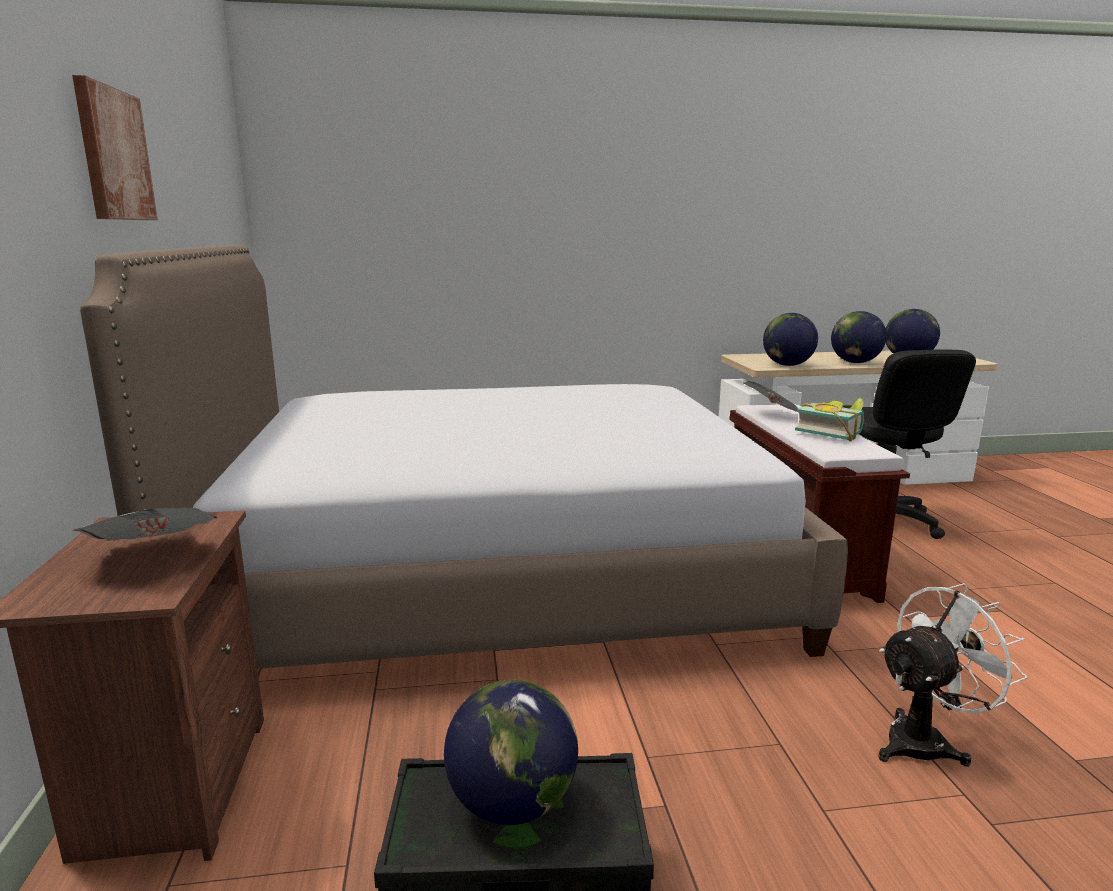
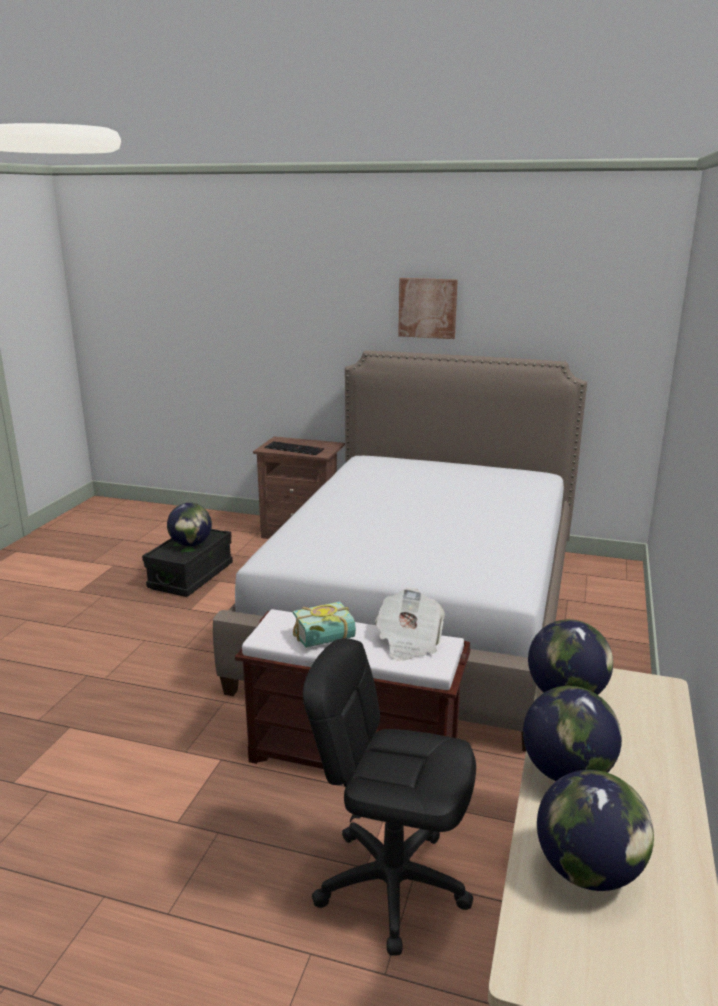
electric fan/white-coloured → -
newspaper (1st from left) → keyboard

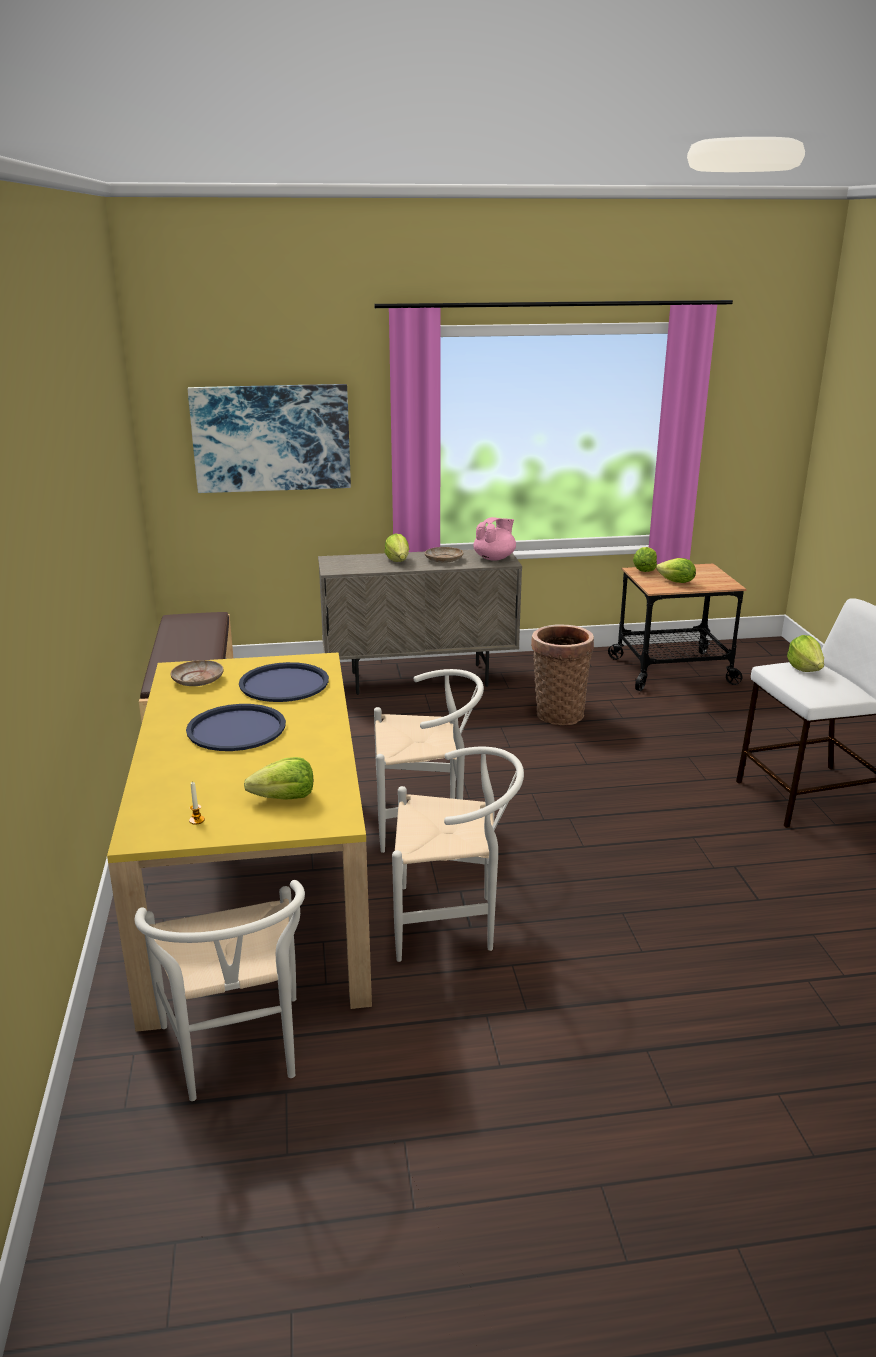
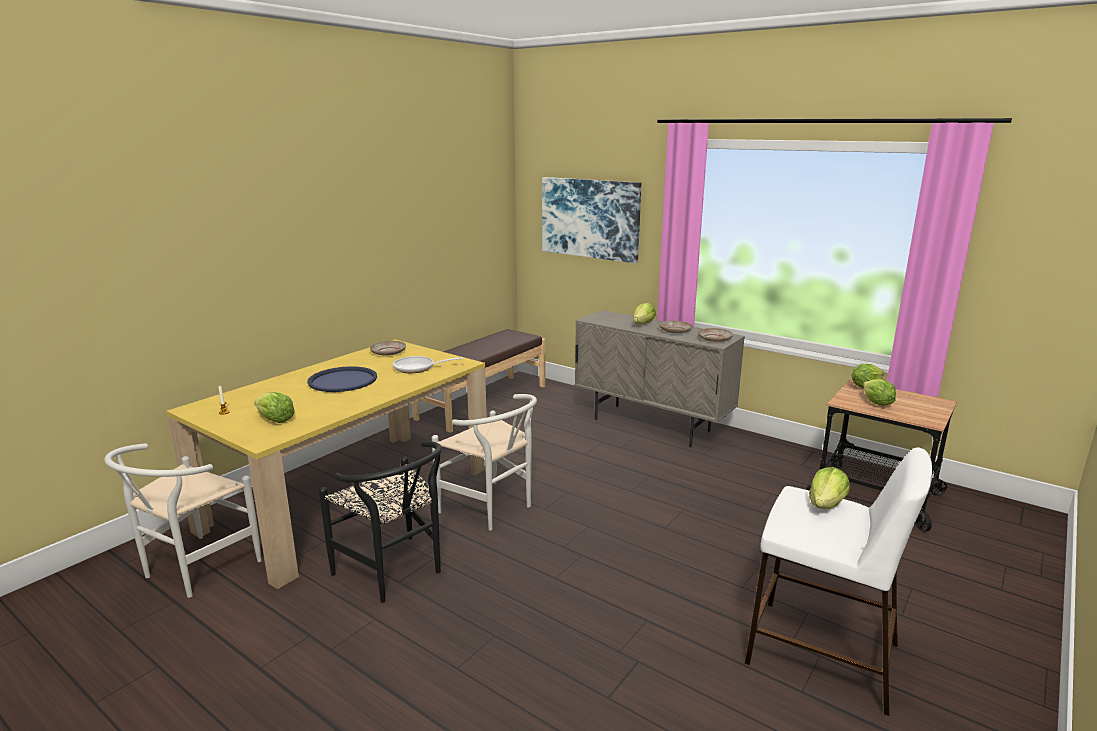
basket → -
carrying tray/blue-coloured (2nd from left) → pan
tea pot/pinkish → flat dish/beige-coloured (3rd from left)
upright chair/white-coloured (3rd from left) → upright chair/black

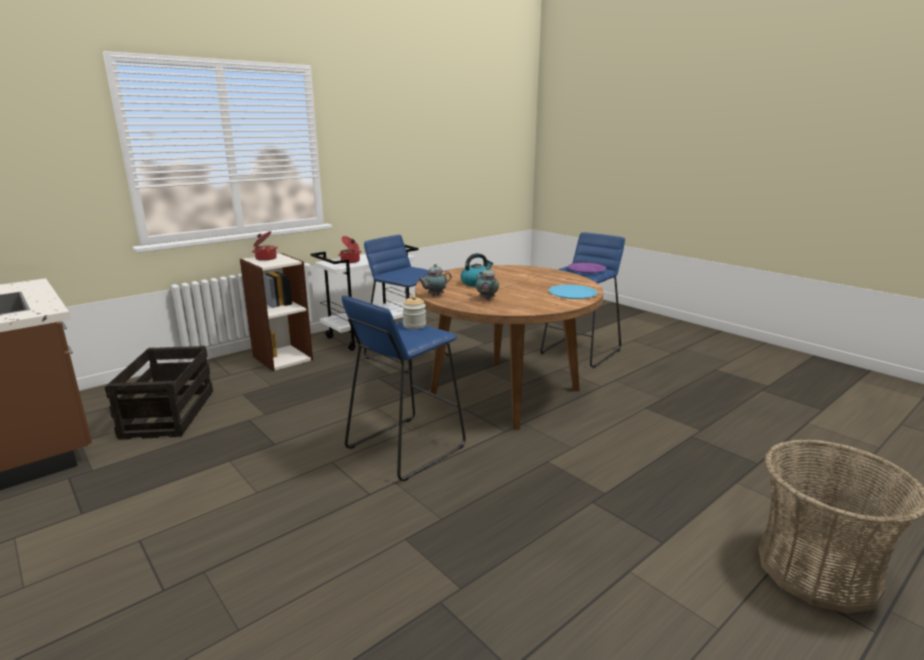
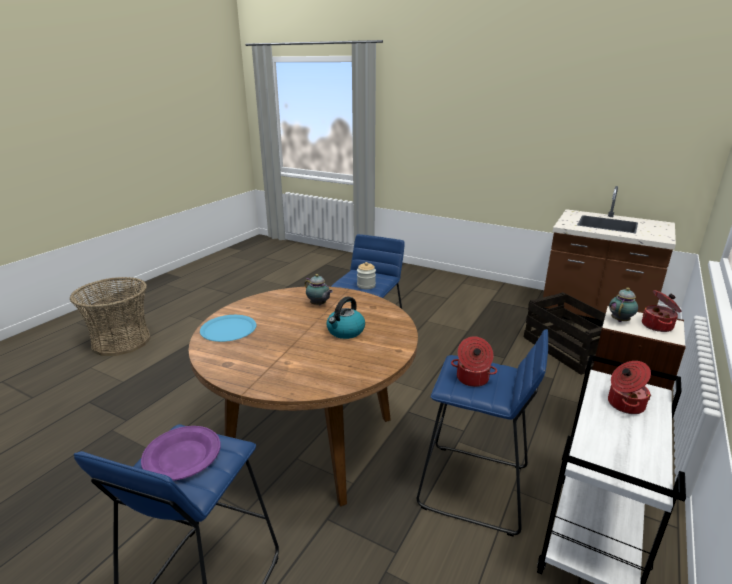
- → cooking pot (1st from left)
tea pot (1st from left in the first image) → tea pot (2nd from left), move

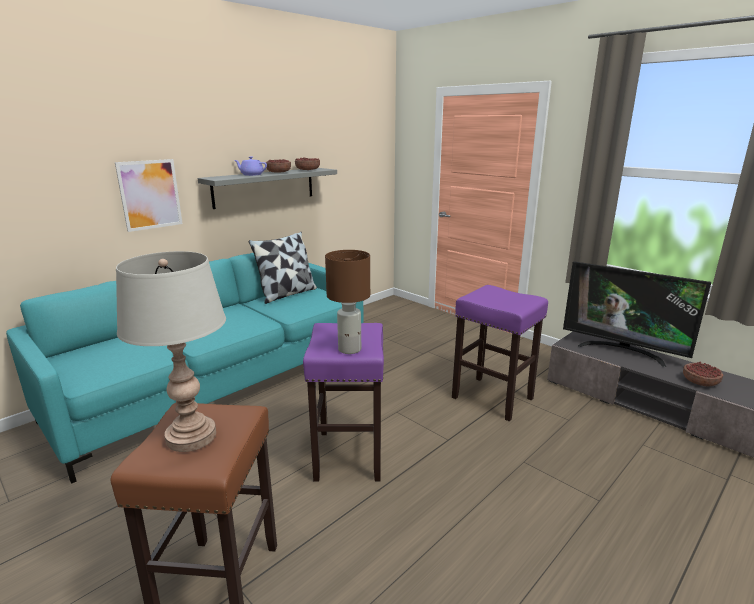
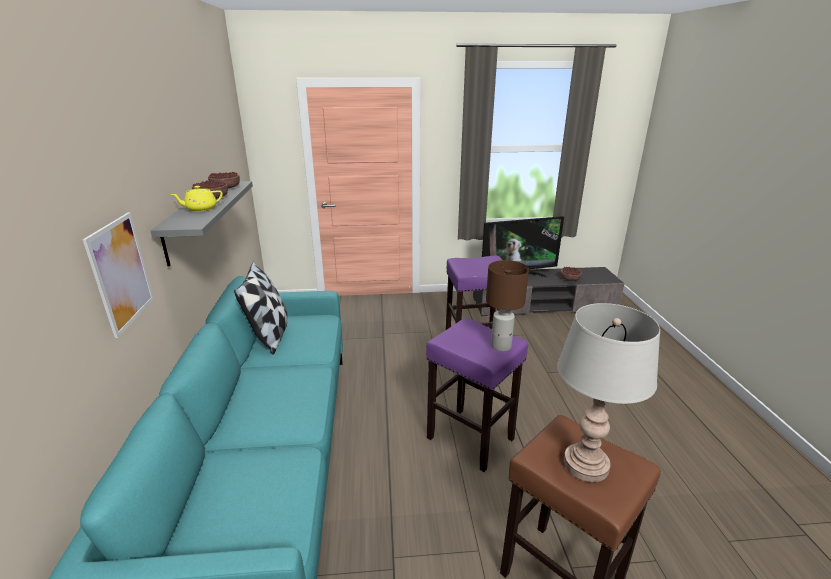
tea pot/purplish → tea pot/yellowish

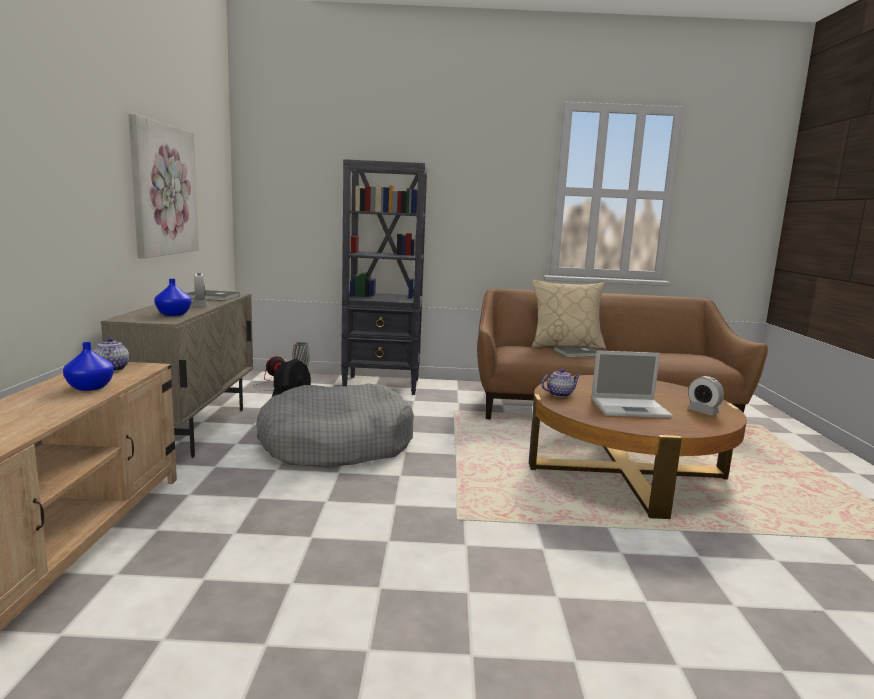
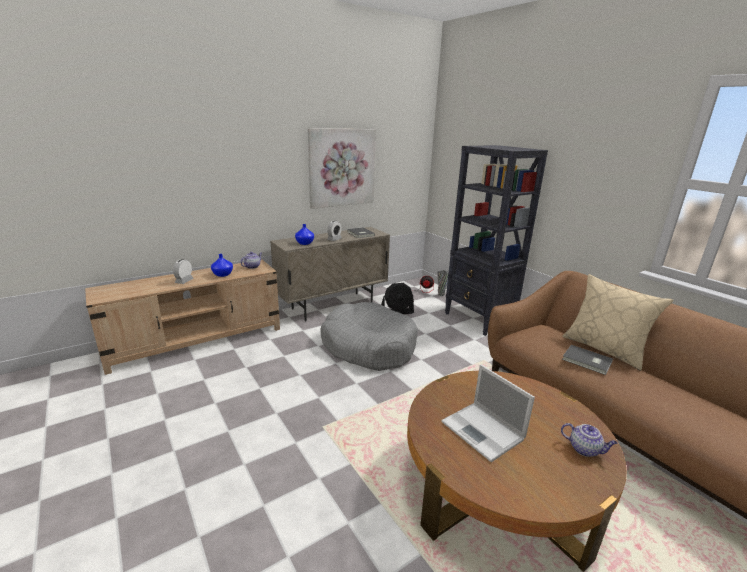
tea pot (2nd from left), move
alarm clock (2nd from left in the first image) → alarm clock (1st from left), move

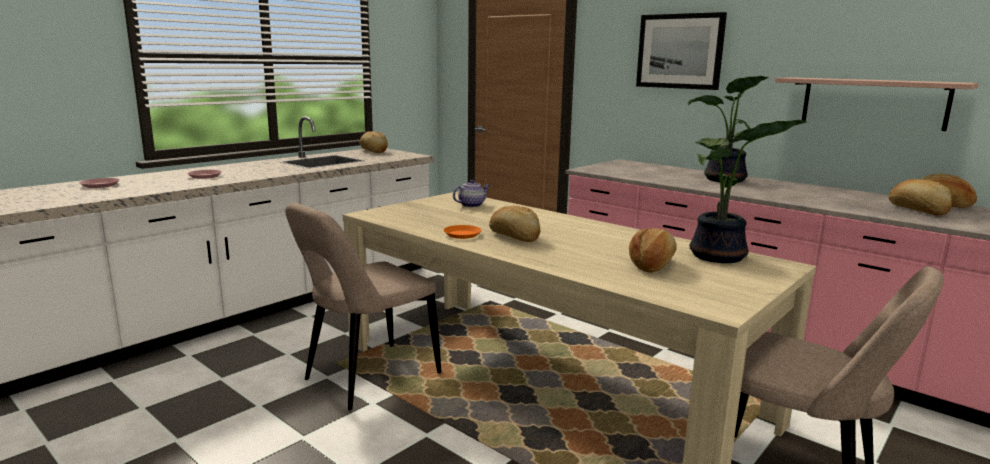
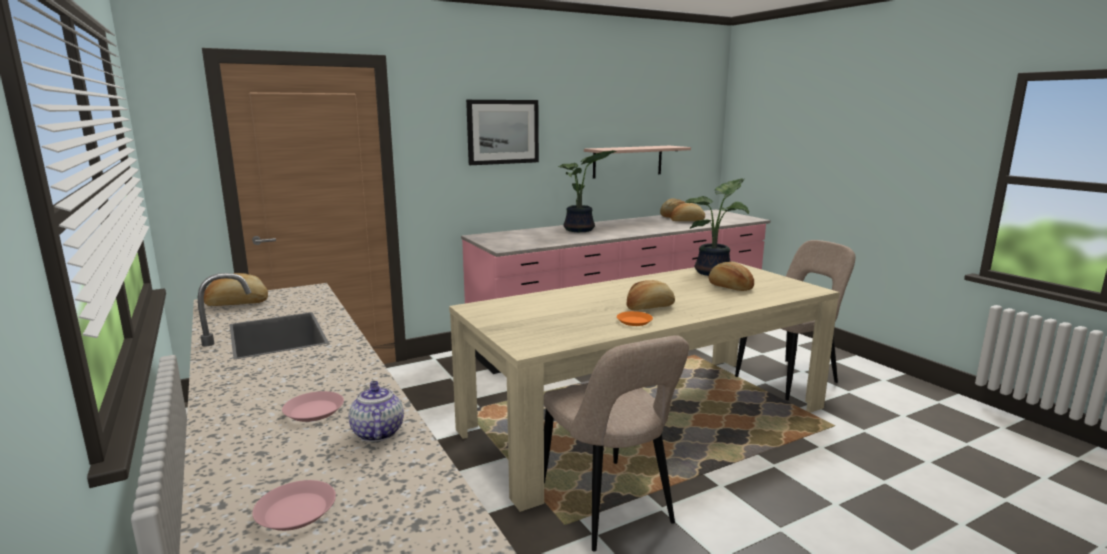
tea pot, move

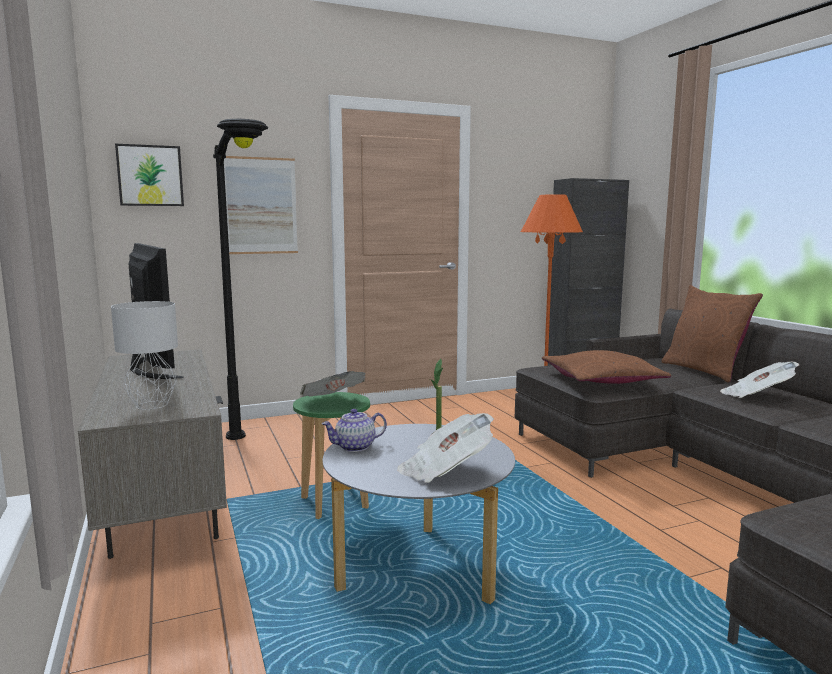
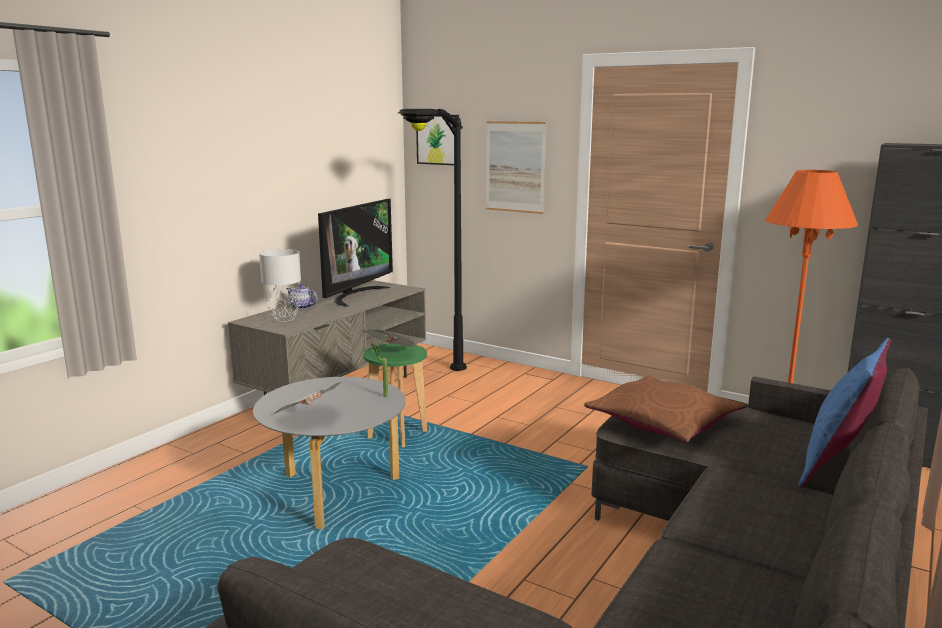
newspaper (3rd from left) → -
tea pot, move
cushion/brown (2nd from left) → cushion/blue-coloured

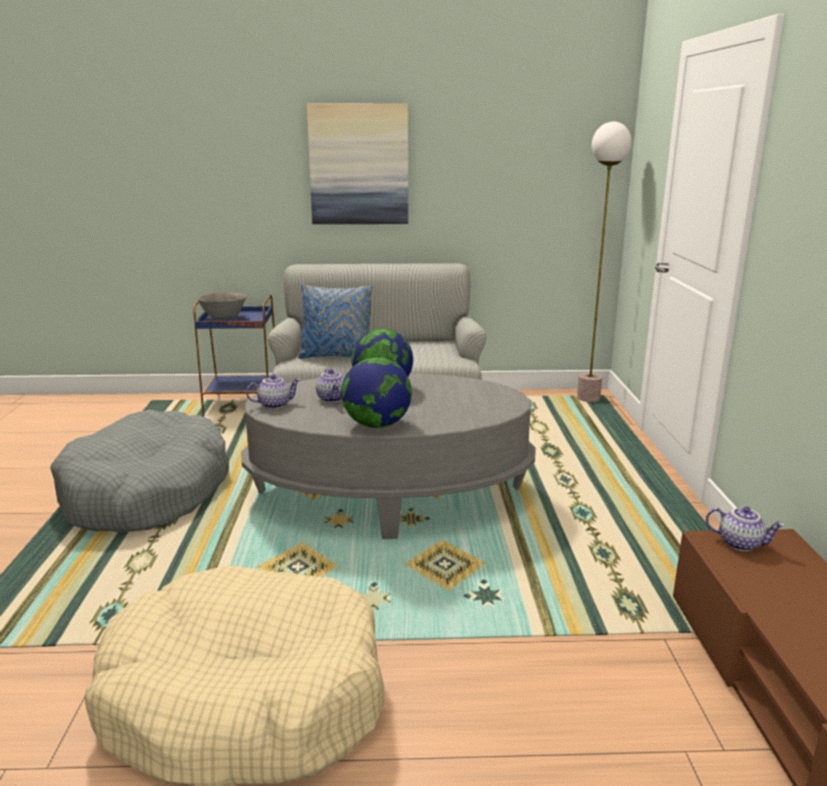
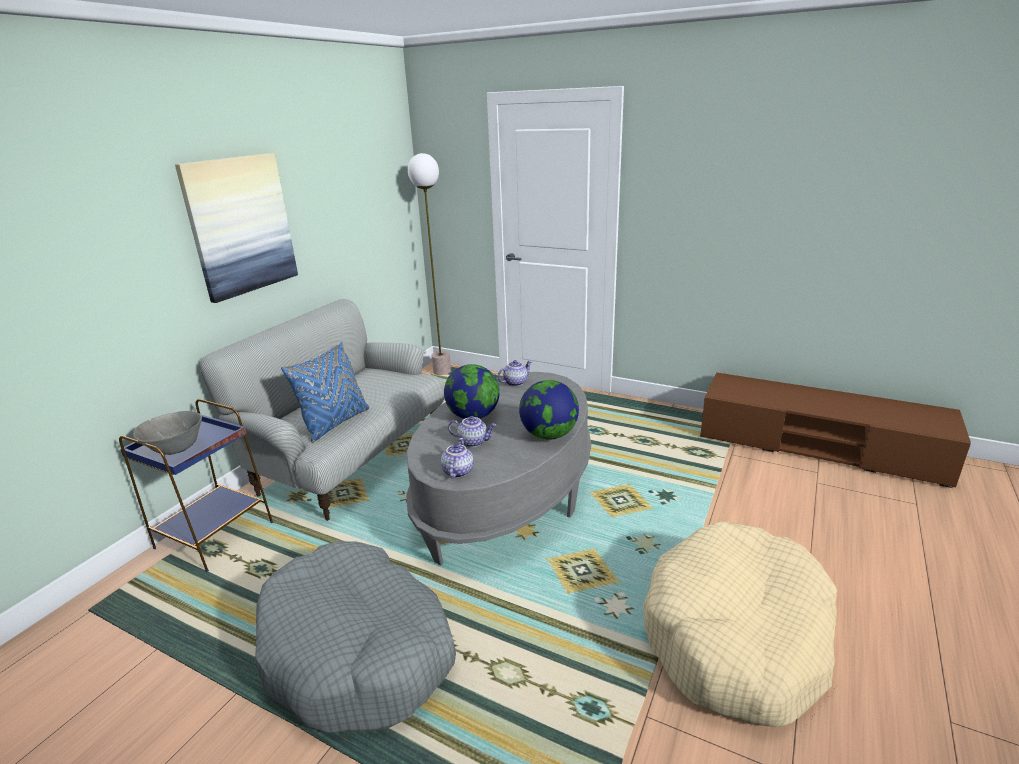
tea pot (3rd from left), move

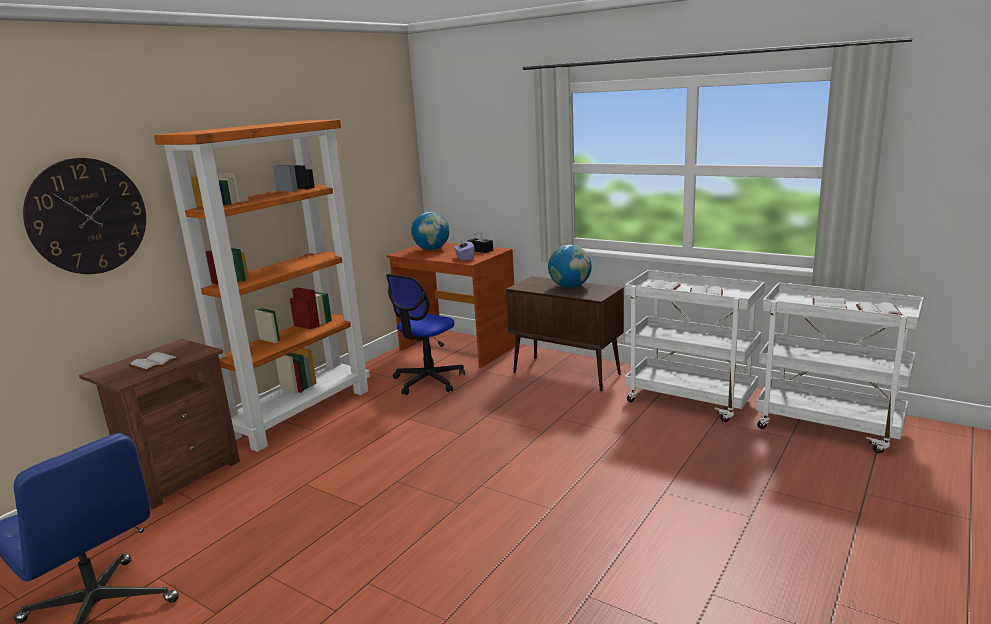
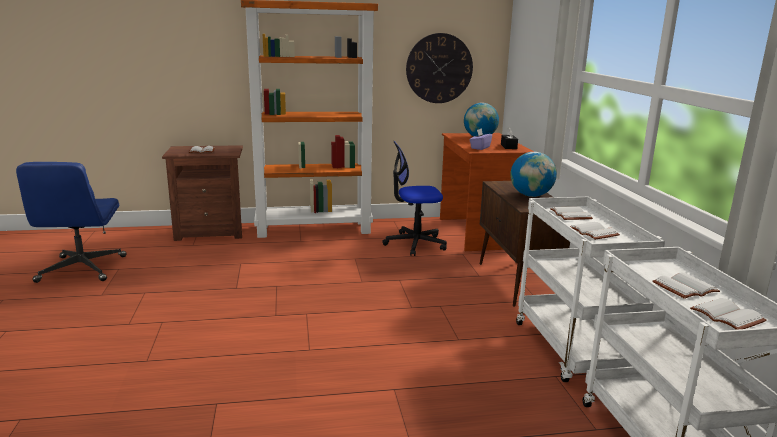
hanging clock, move

